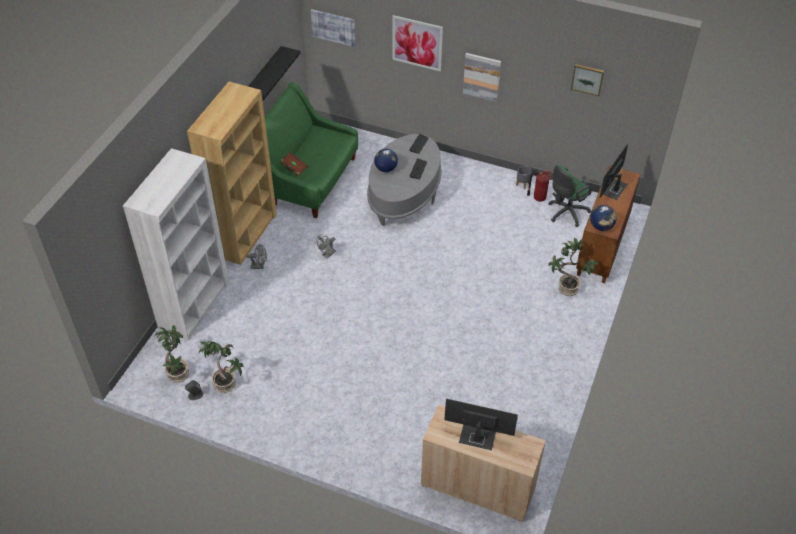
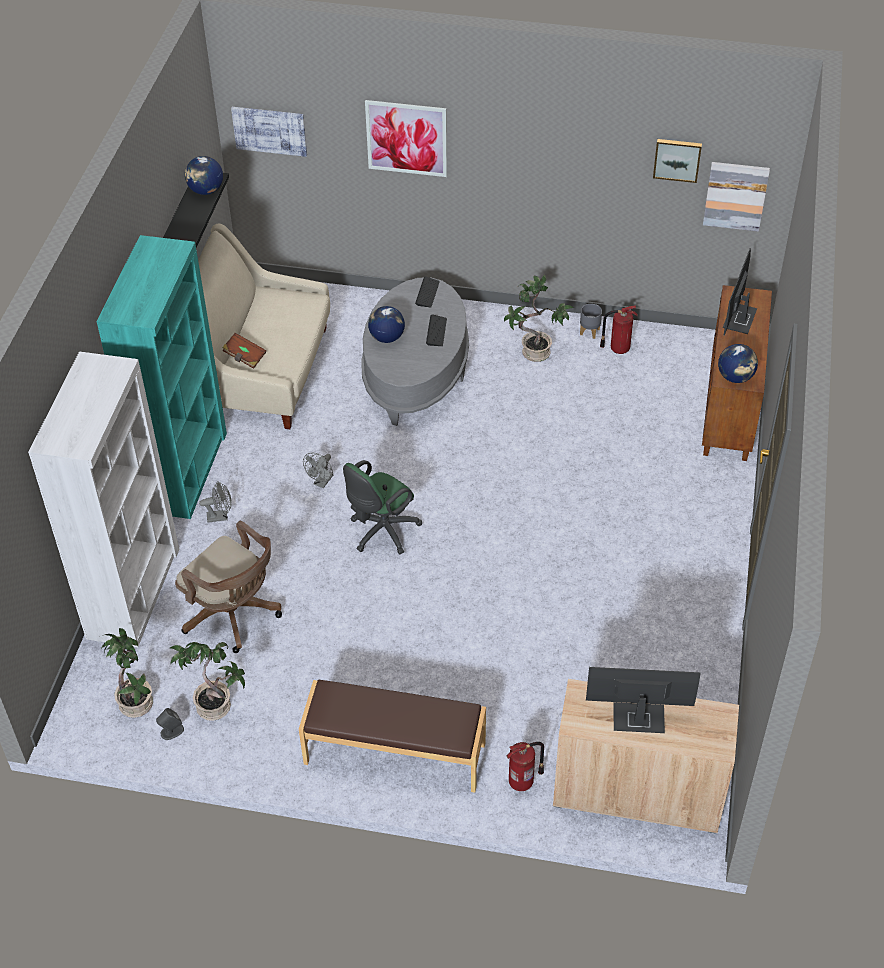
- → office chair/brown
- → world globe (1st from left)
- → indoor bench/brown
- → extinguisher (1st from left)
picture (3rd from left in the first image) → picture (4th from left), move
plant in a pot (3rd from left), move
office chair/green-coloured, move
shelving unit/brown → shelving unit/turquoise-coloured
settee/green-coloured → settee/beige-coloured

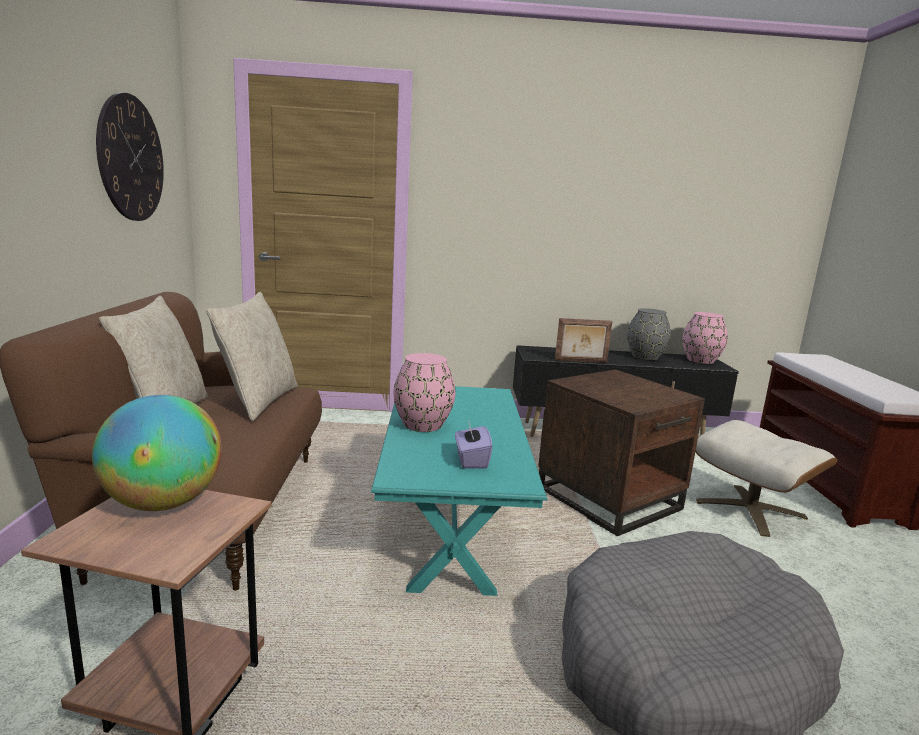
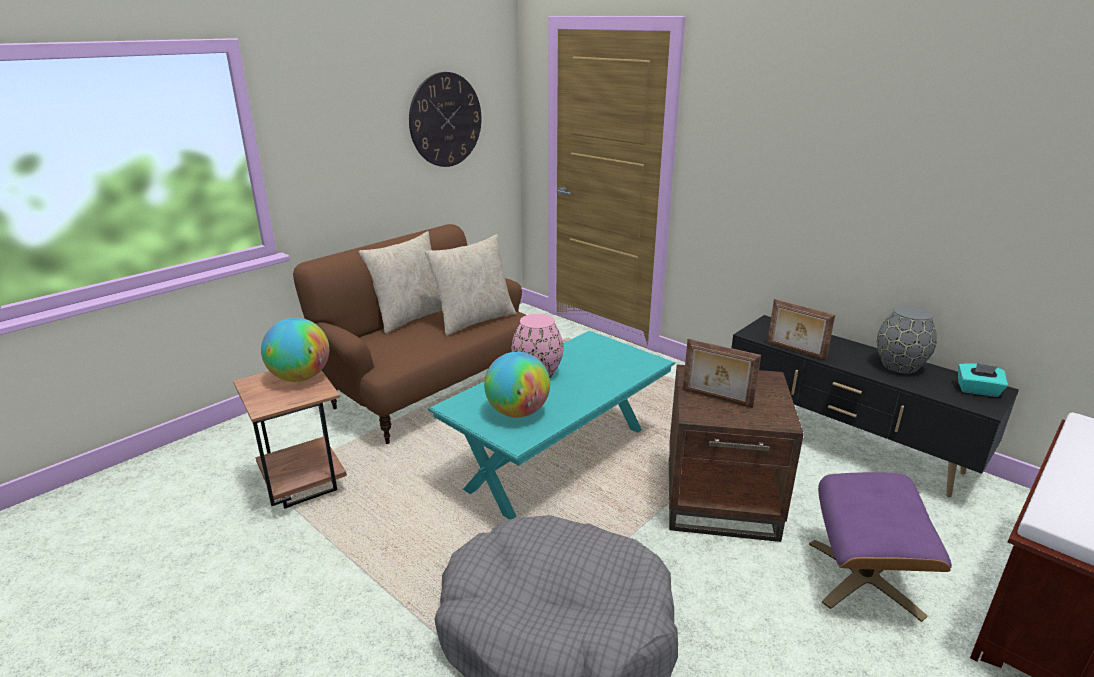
- → picture frame (1st from left)
box of tissues/purplish → world globe (2nd from left)
decorative vase/pinkish (2nd from left) → box of tissues/turquoise-coloured
pouffe/beige-coloured → pouffe/purplish

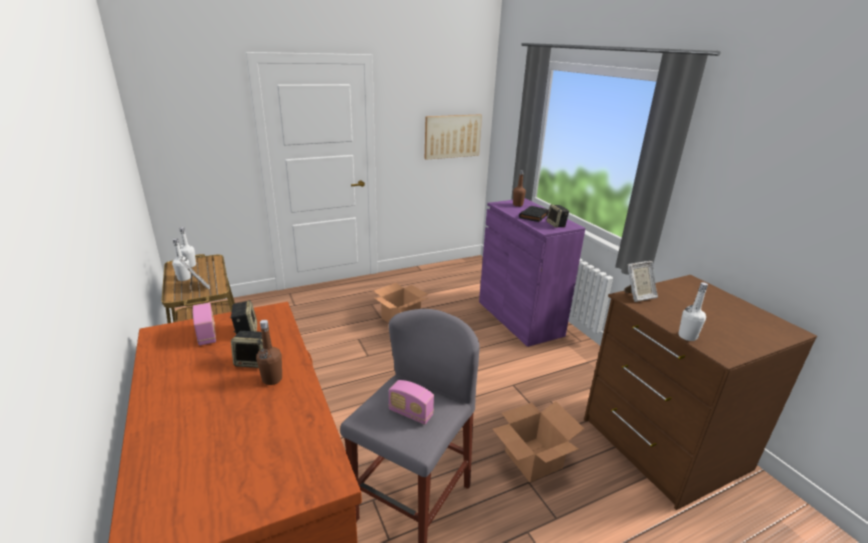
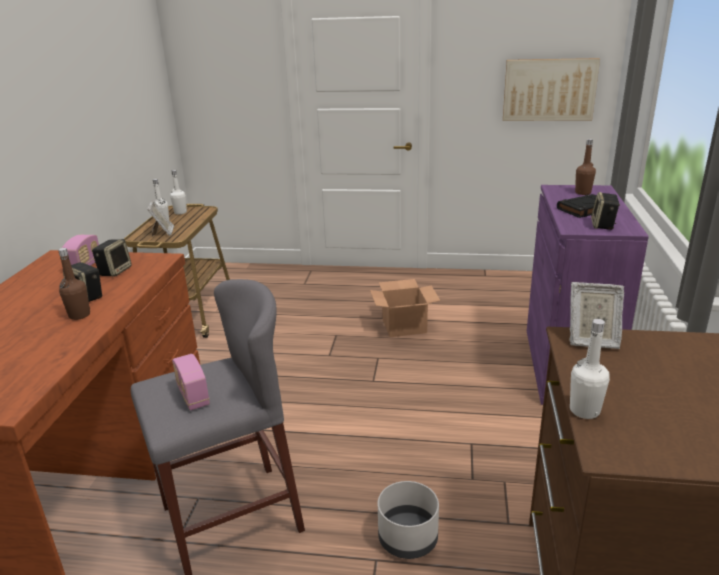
cardboard box (2nd from left) → plant pot/gray

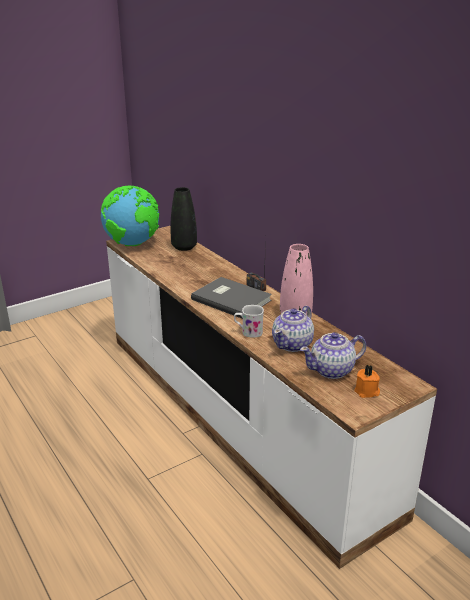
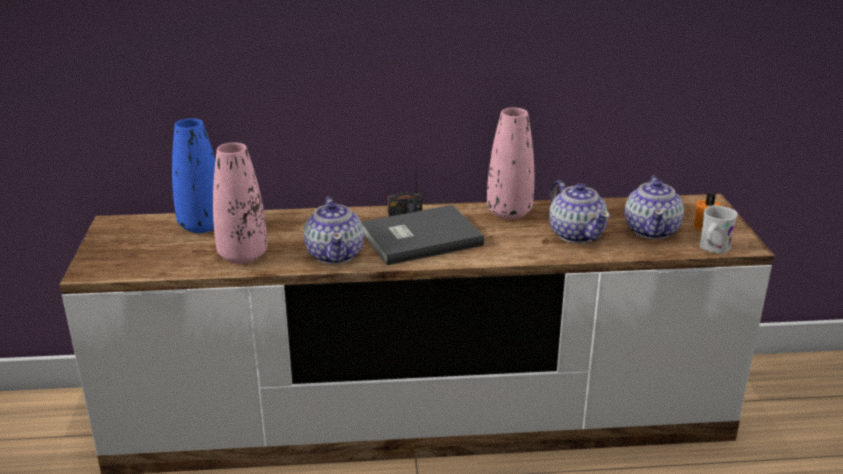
world globe → -
- → decorative vase/pinkish (1st from left)
- → tea pot (1st from left)
coffee mug/white-coloured, move
decorative vase/black → decorative vase/blue-coloured

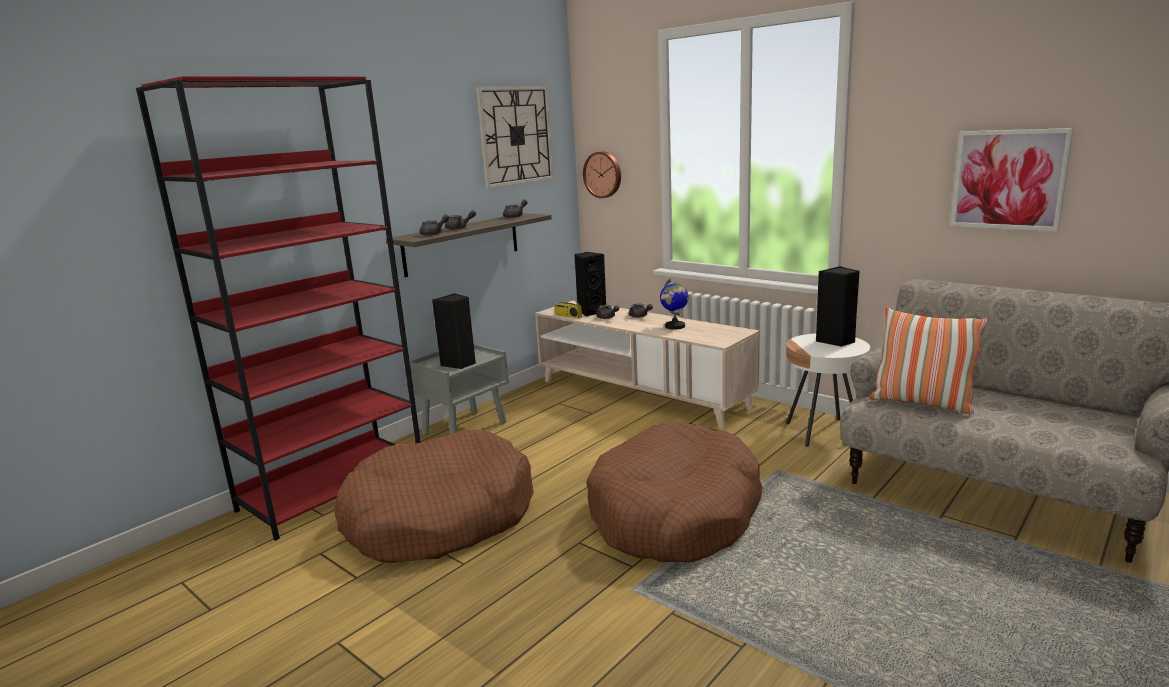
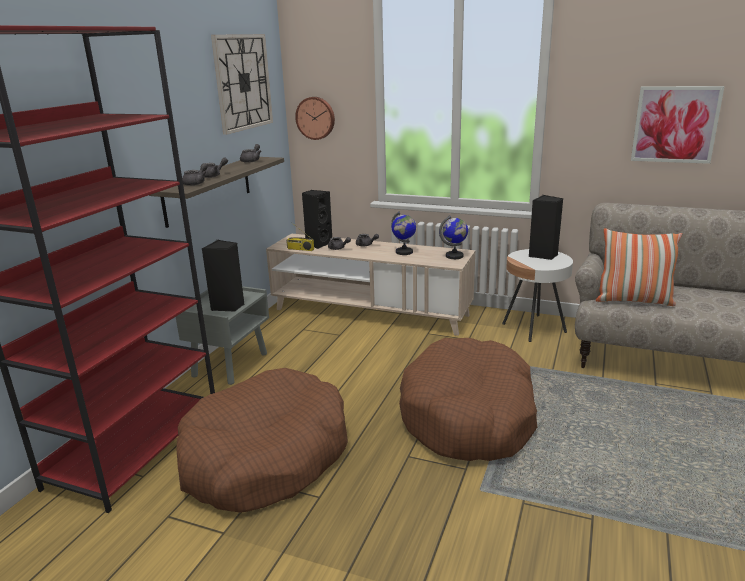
- → world globe (2nd from left)

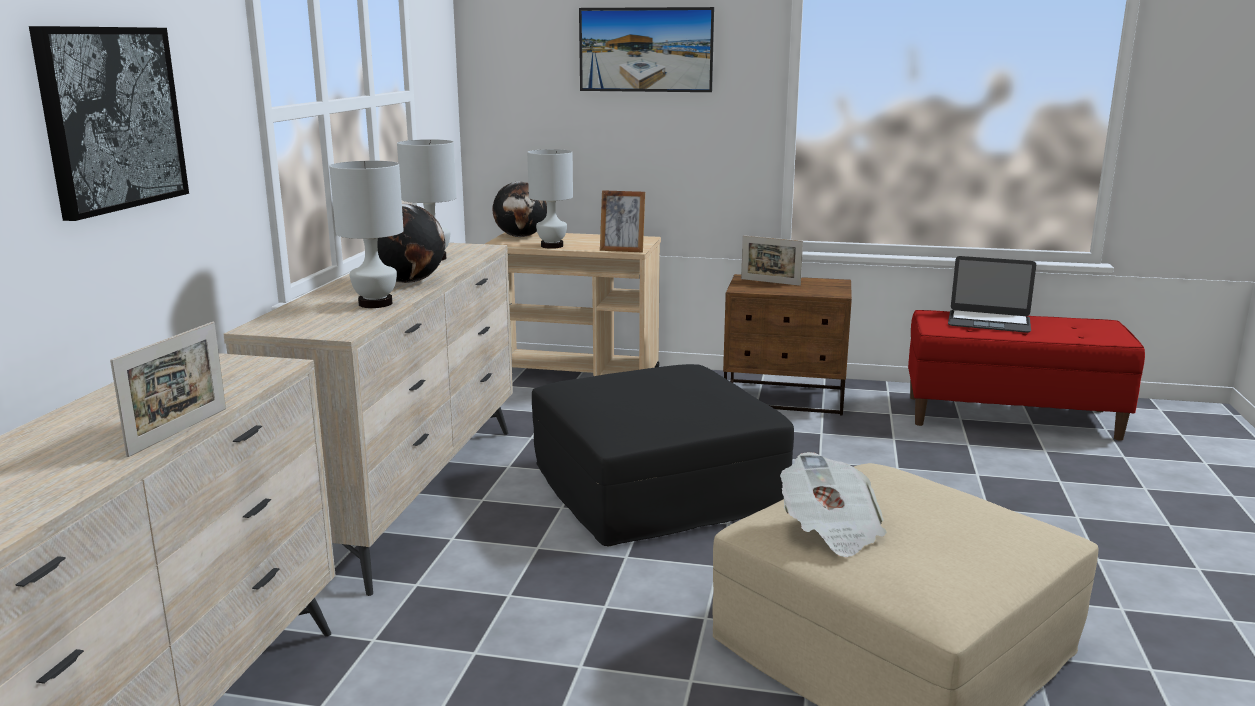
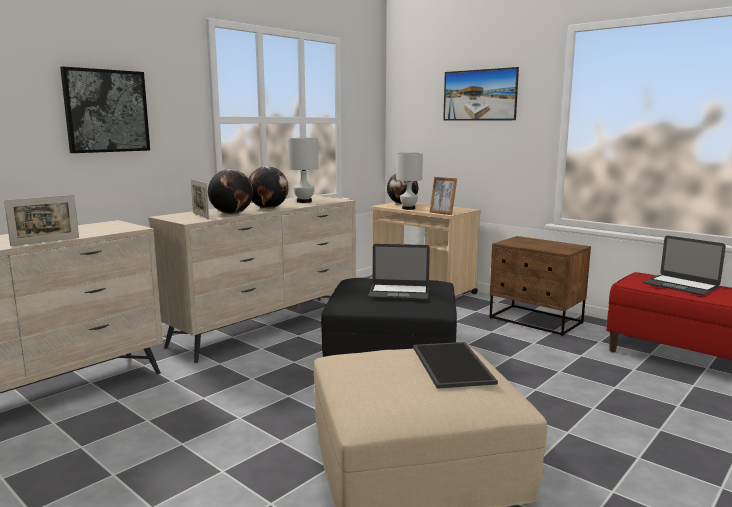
newspaper → -
- → notebook computer (1st from left)
- → carrying tray
picture frame (3rd from left in the first image) → picture frame (2nd from left), move
table lamp/white-coloured (1st from left) → world globe (1st from left)

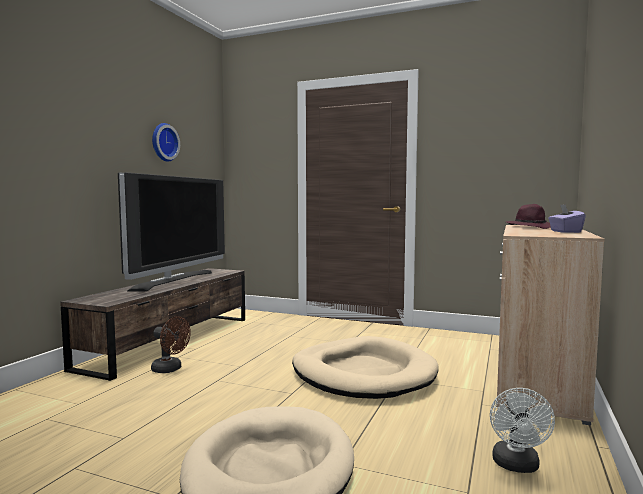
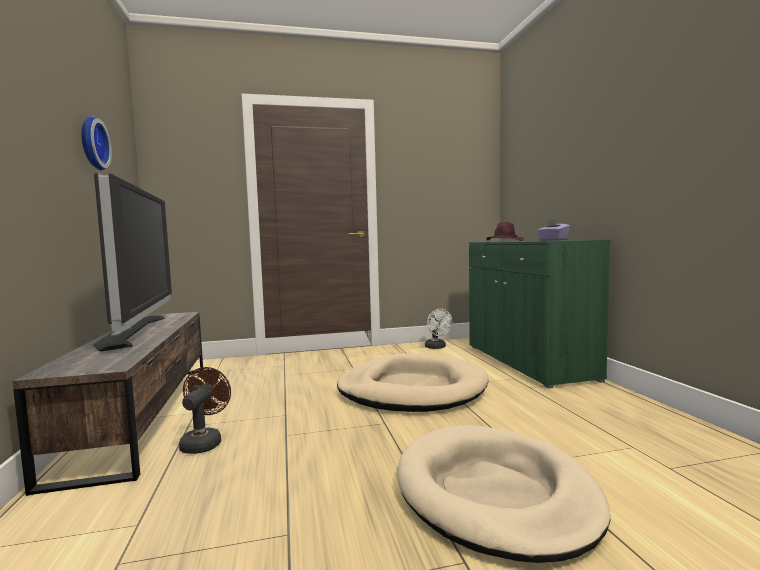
electric fan/white-coloured, move
cupboard/beige-coloured → cupboard/green-coloured
electric fan/brown, 75 degrees counterclockwise

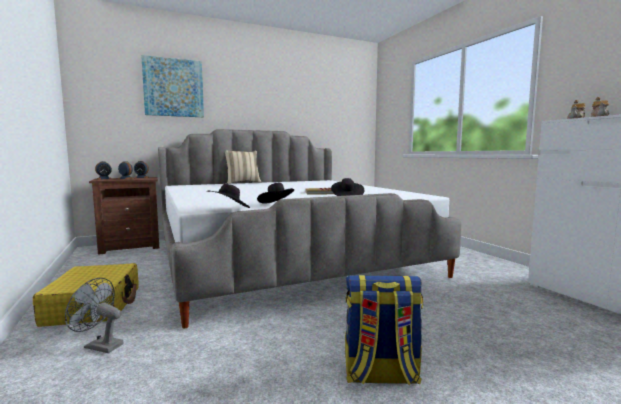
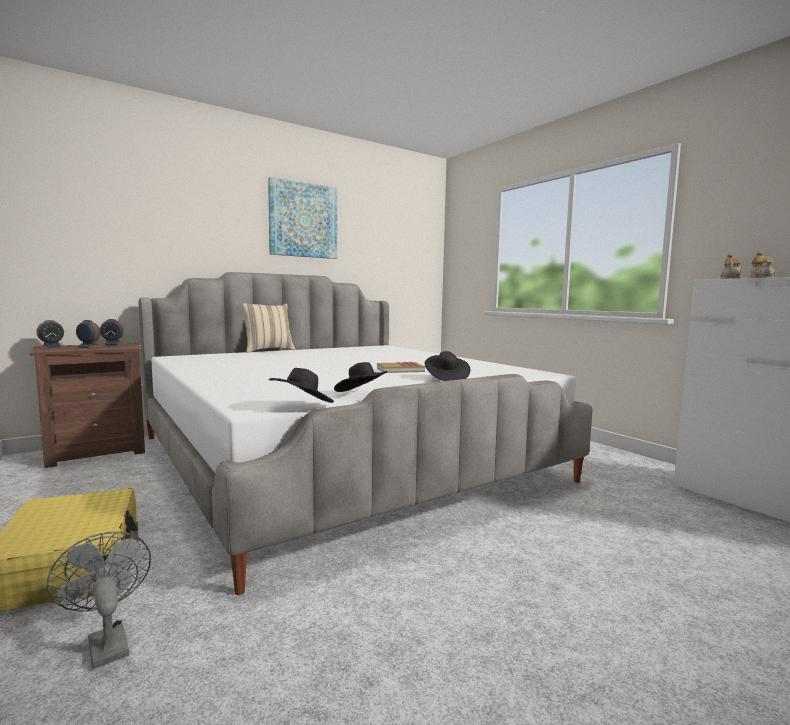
backpack → -
picture, move
electric fan/gray, 45 degrees clockwise

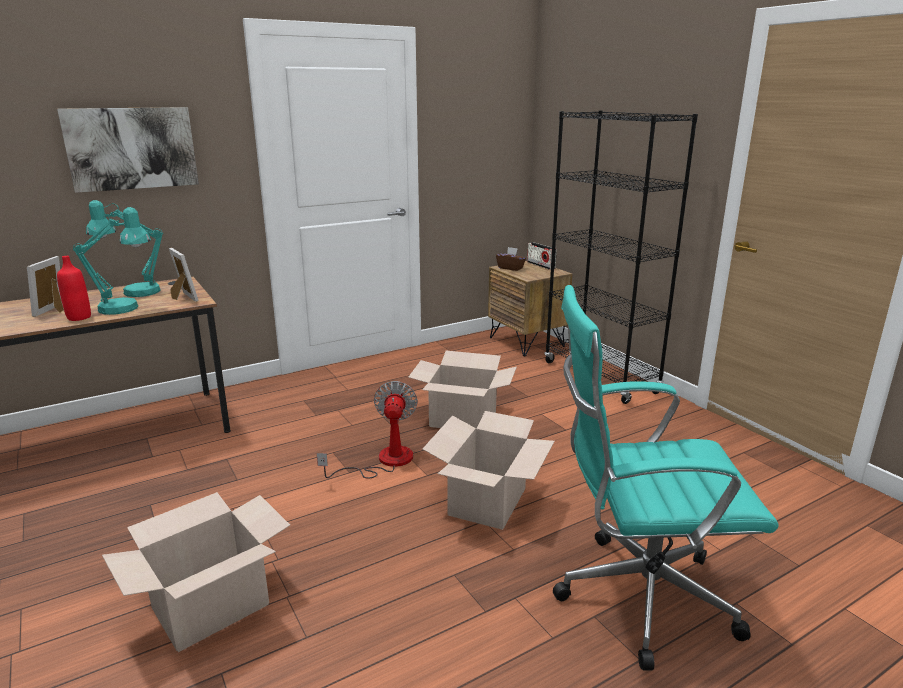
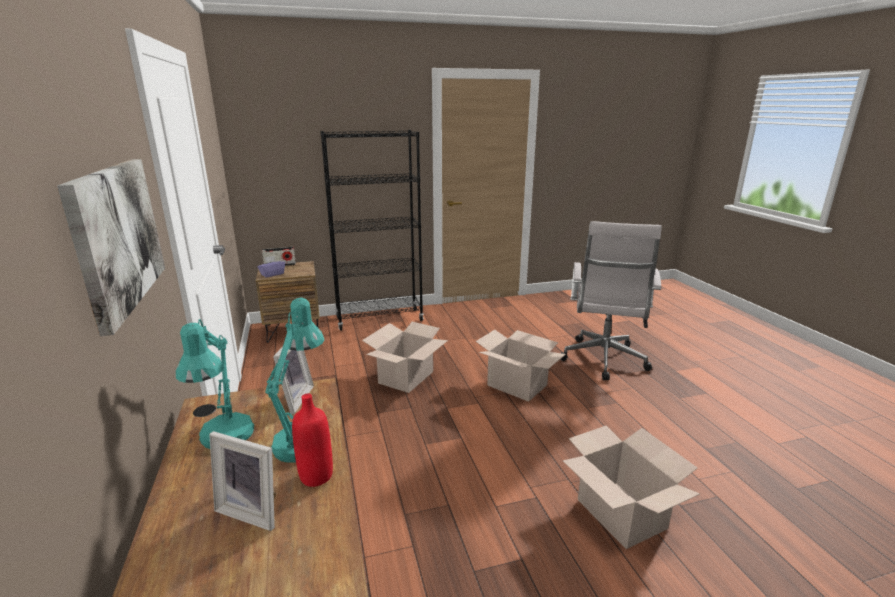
electric fan → -
box of tissues/brown → box of tissues/purplish
office chair/turquoise-coloured → office chair/white-coloured
picture frame (2nd from left), 120 degrees clockwise

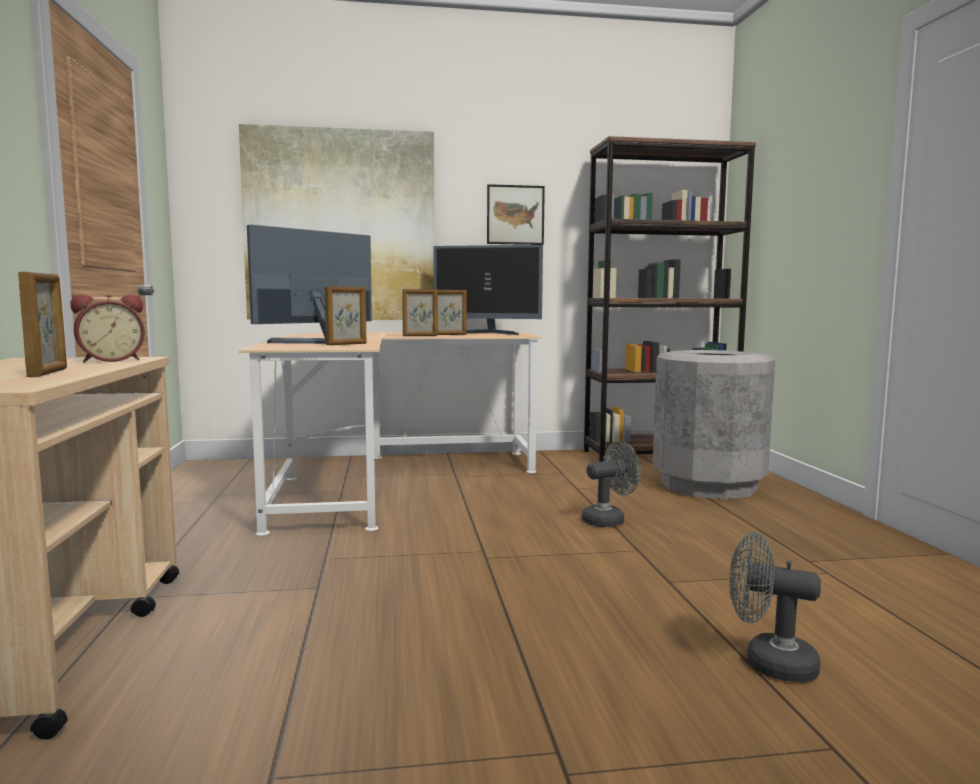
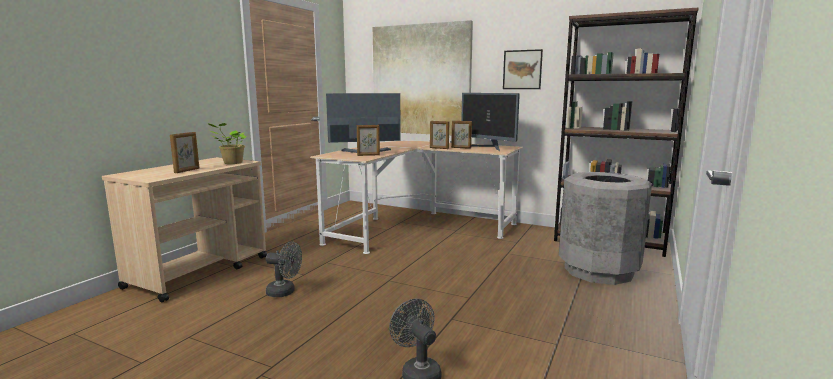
electric fan/gray (1st from left), move
alarm clock → plant in a pot

